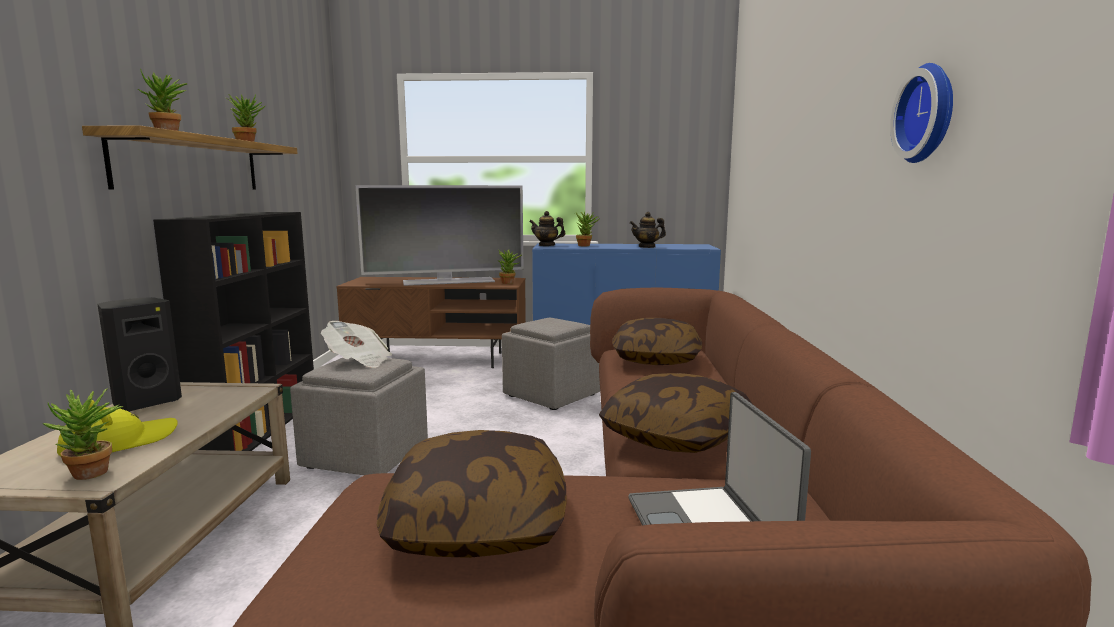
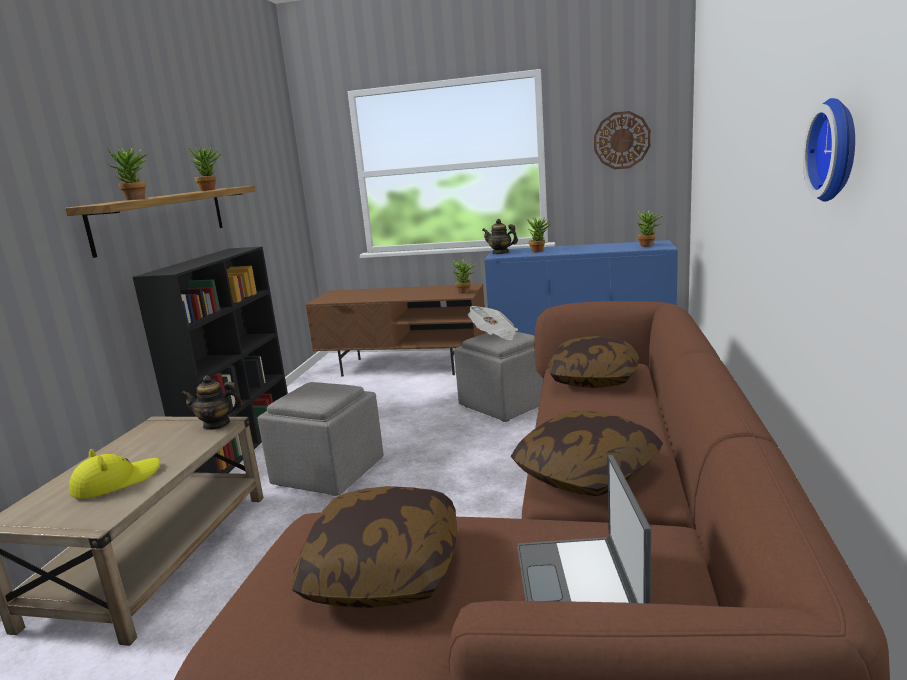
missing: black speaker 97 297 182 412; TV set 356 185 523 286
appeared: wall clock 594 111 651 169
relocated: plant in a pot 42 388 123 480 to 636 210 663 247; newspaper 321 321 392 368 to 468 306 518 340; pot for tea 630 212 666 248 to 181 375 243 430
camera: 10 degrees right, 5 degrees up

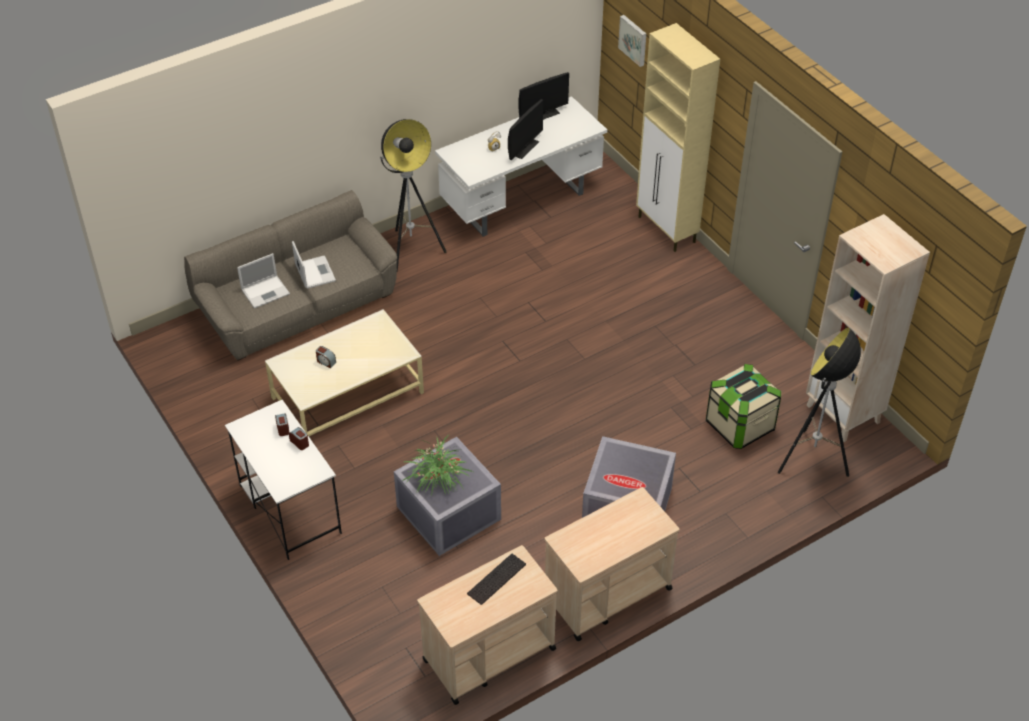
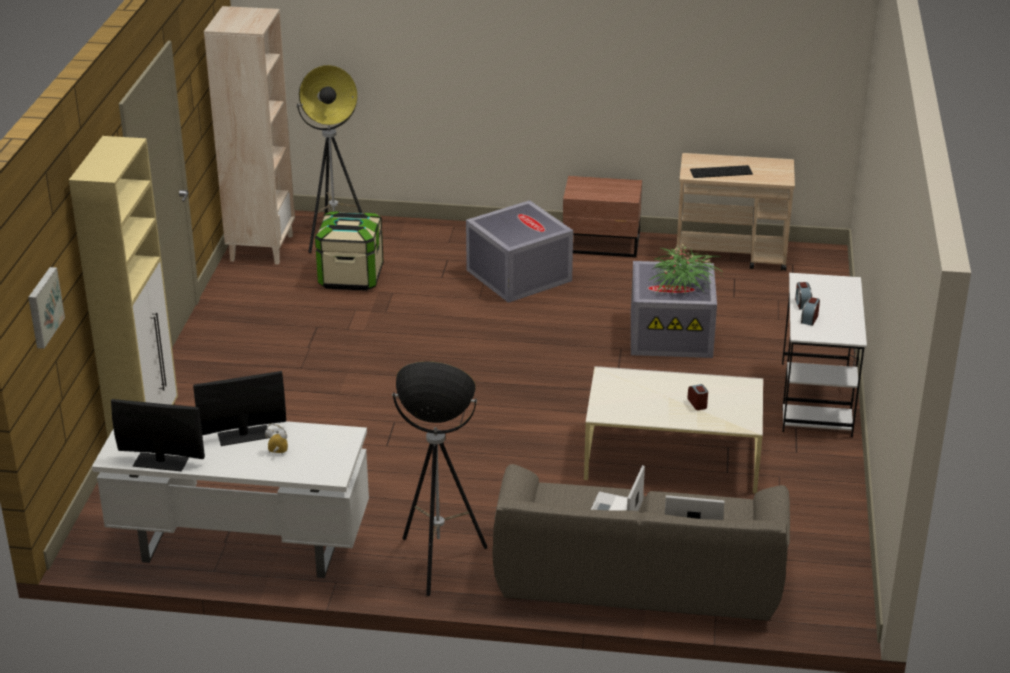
exchanged: beige cart 544 487 679 641 to brown nightstand 563 176 642 257
camera: 140 degrees left, 15 degrees down

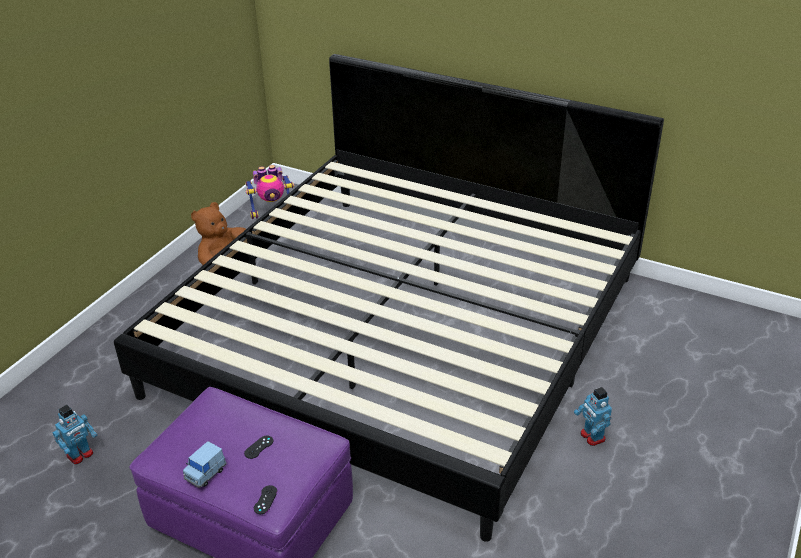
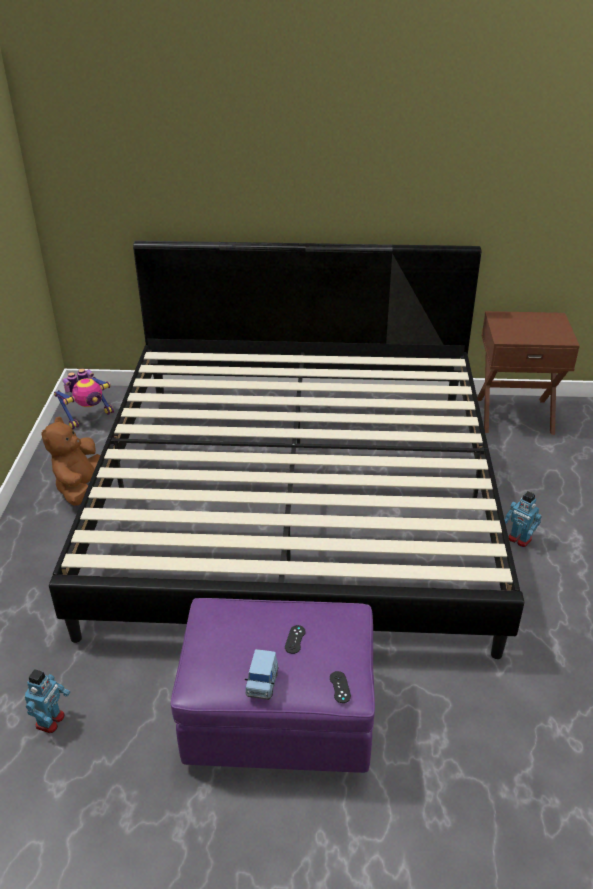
appeared: brown nightstand 477 311 580 435
camera: 25 degrees left, 0 degrees up

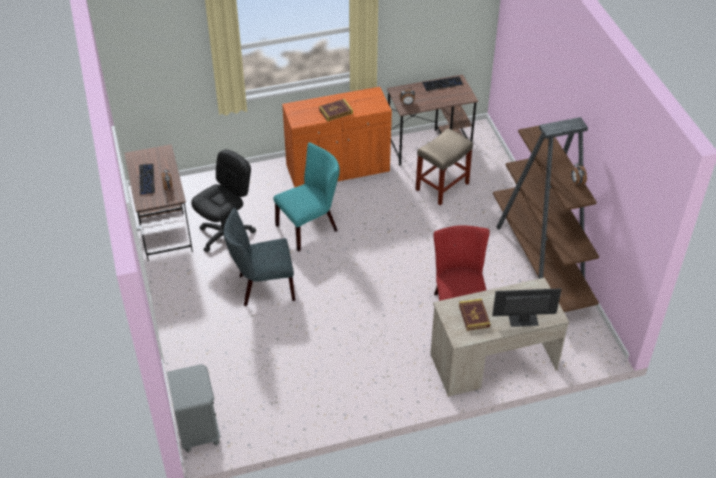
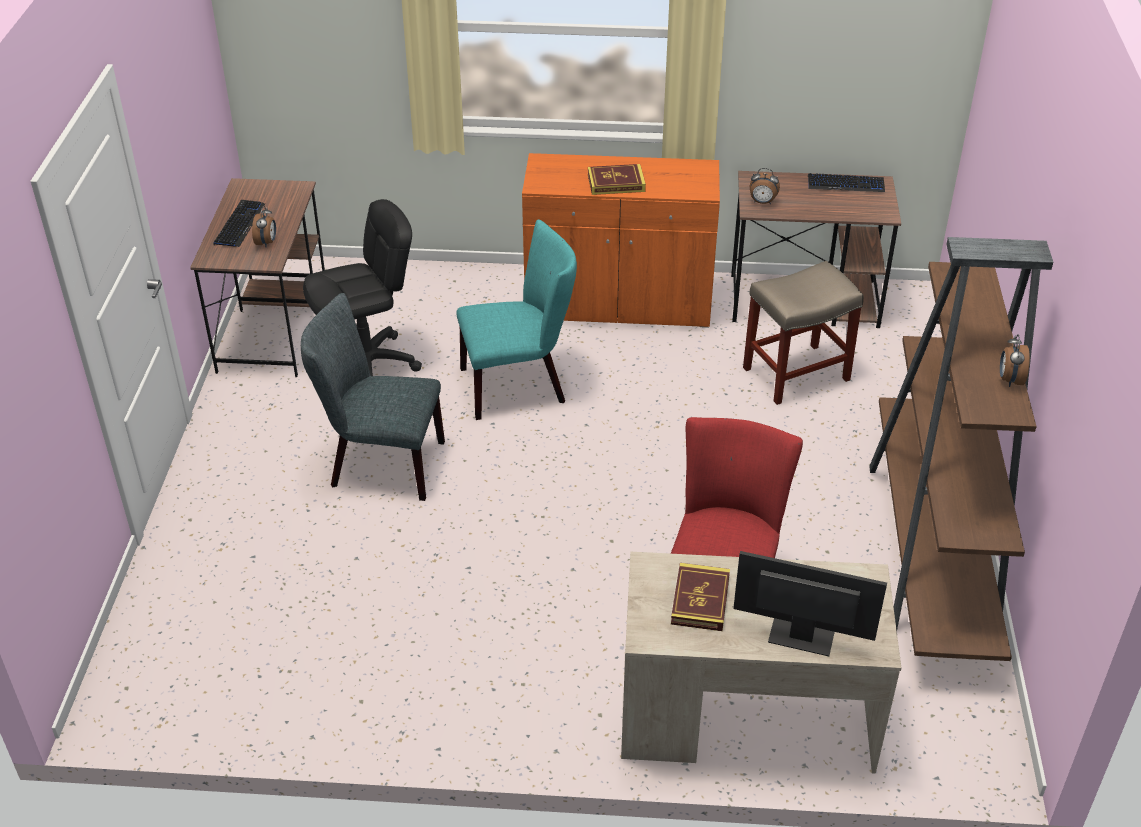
missing: gray nightstand 167 364 220 453
camera: 20 degrees right, 5 degrees down

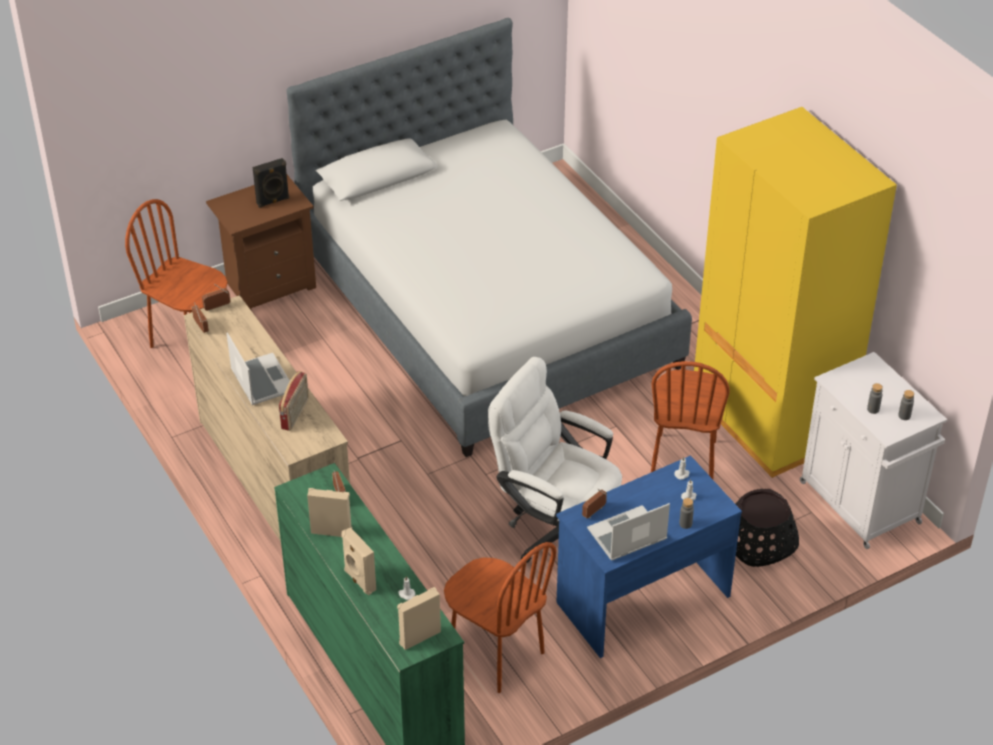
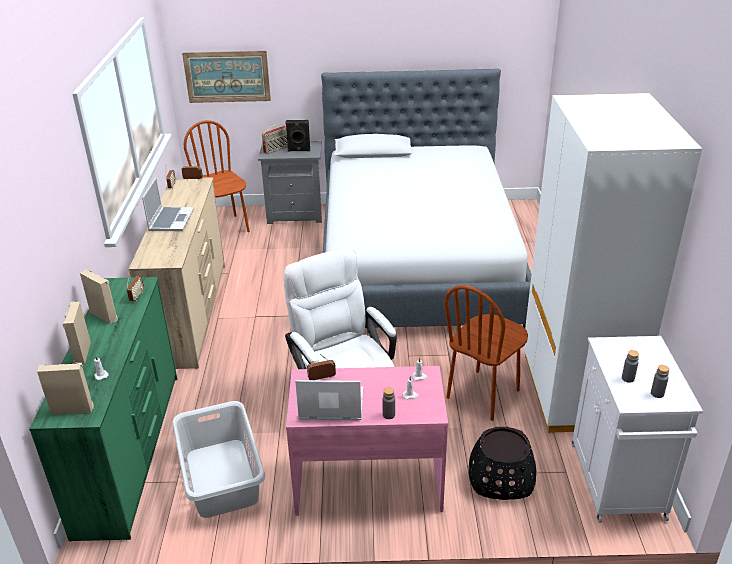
appeared: picture 182 50 271 103
relocated: radio set 279 371 309 431 to 262 124 288 154
exchanged: brown upright chair 444 542 556 693 to gray hamper 172 401 265 518
colour: brown nightstand 206 175 316 310 to gray nightstand 258 141 322 224; blue-coloured desk 556 455 742 658 to pink desk 286 366 448 516; yellow-coloured clothes cupboard 694 107 897 478 to white-coloured clothes cupboard 523 93 702 433
camera: 30 degrees right, 10 degrees down

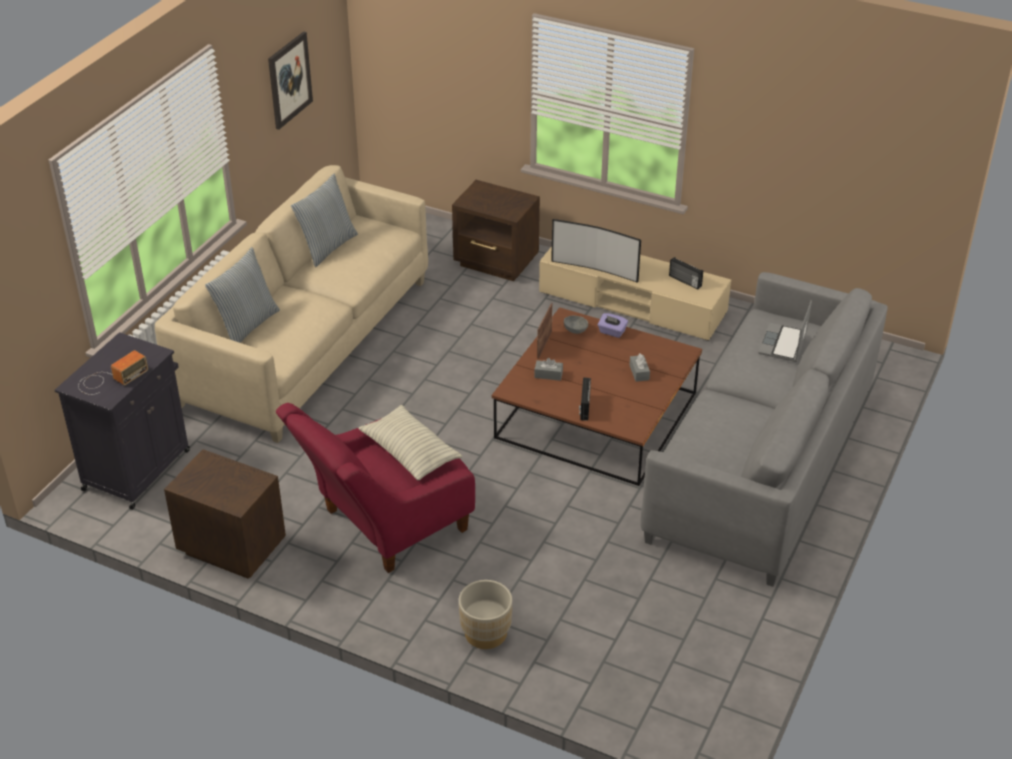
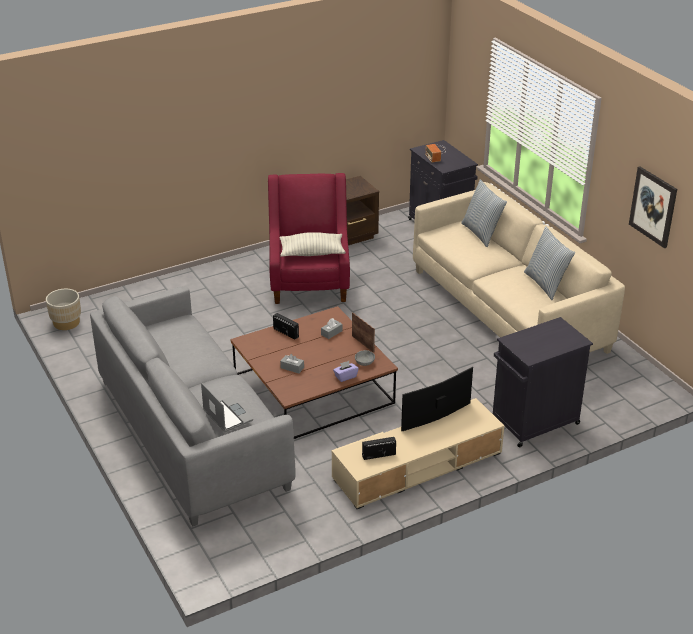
relocated: beige flower pot 459 580 512 649 to 46 289 81 330
exchanged: brown nightstand 452 180 540 281 to black cupboard 493 317 593 447
camera: 125 degrees right, 5 degrees down

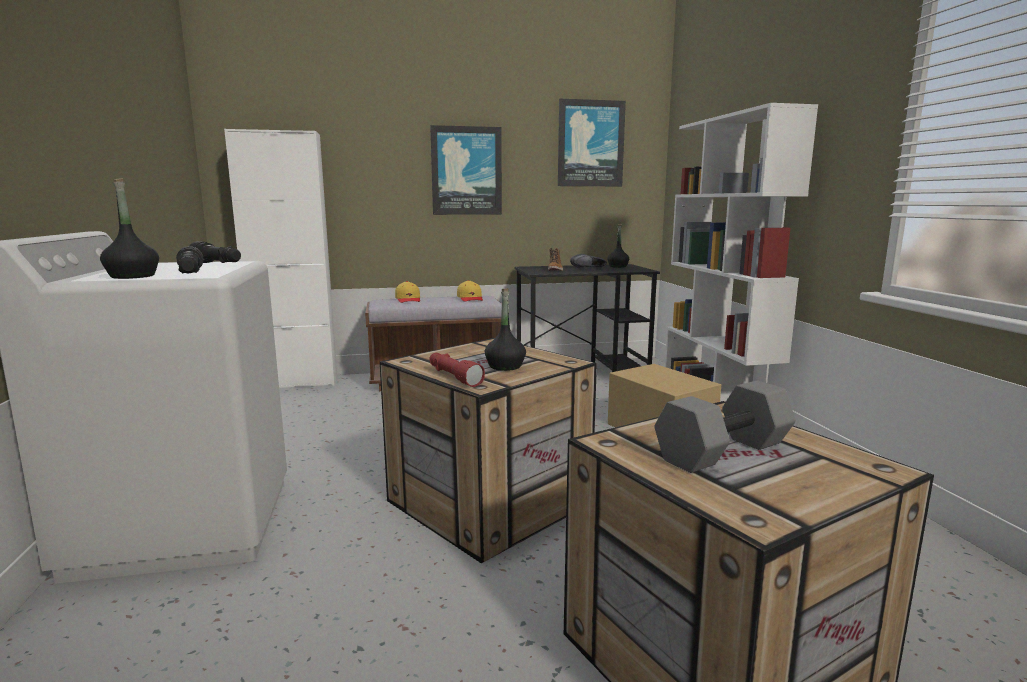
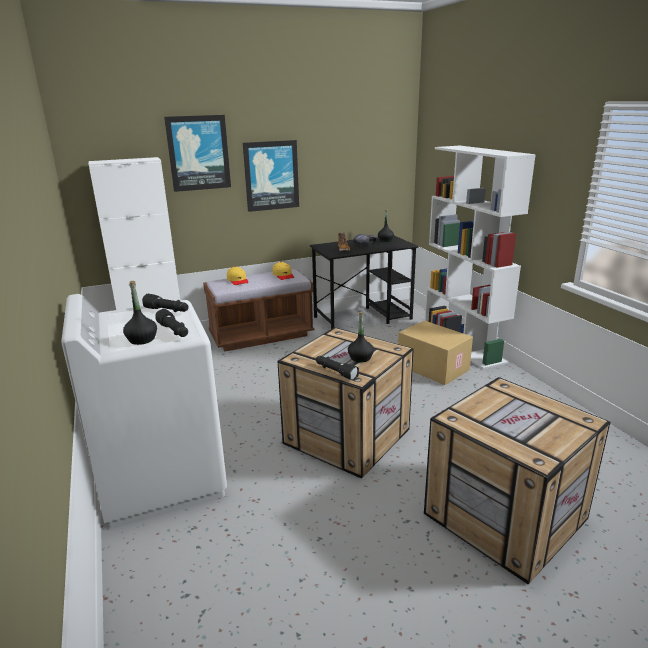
missing: gray dumbbell 654 380 796 473
relocated: picture 558 99 626 186 to 164 115 231 192
colour: reddish torch 429 353 485 387 to black torch 316 356 359 381
camera: 10 degrees left, 10 degrees up

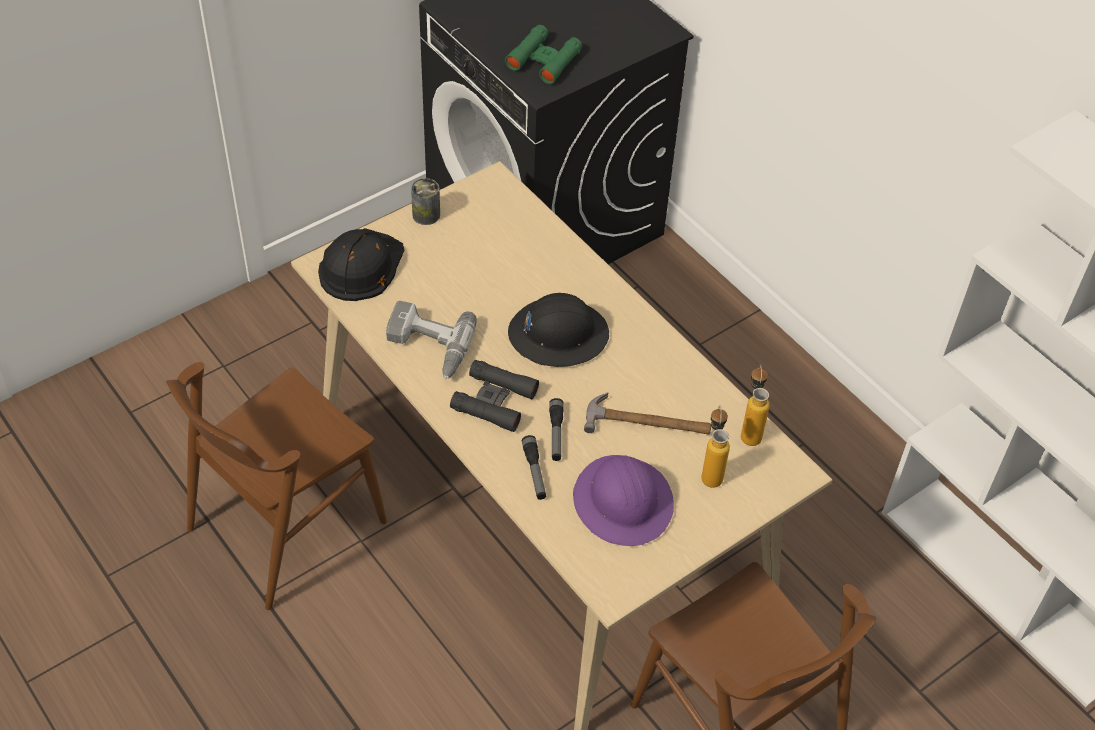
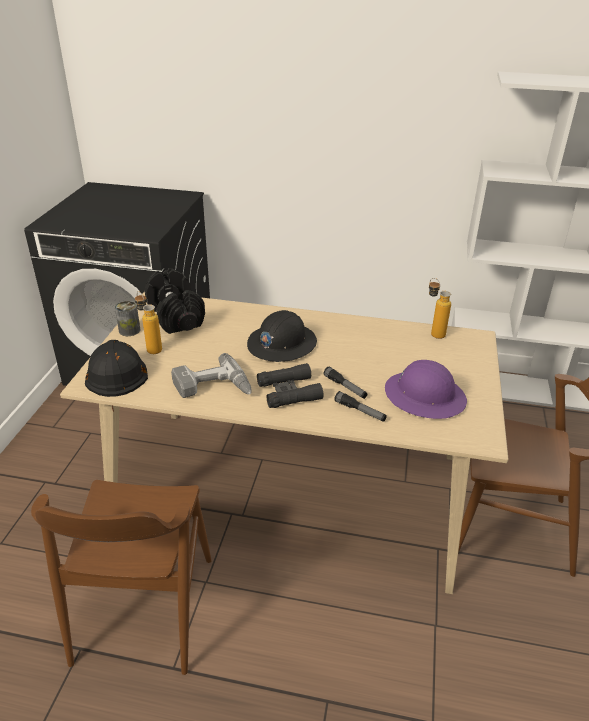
missing: green binoculars 505 25 582 84; hand hammer 584 393 711 434
appeared: black dumbbell 145 268 205 334
relocated: drink bottle 701 405 730 488 to 135 291 162 354
camera: 40 degrees left, 15 degrees down

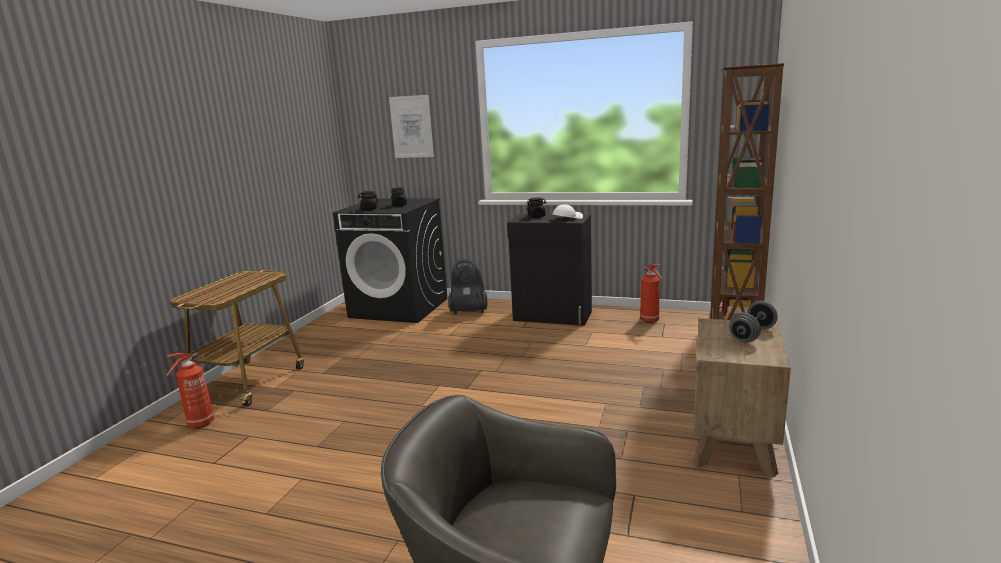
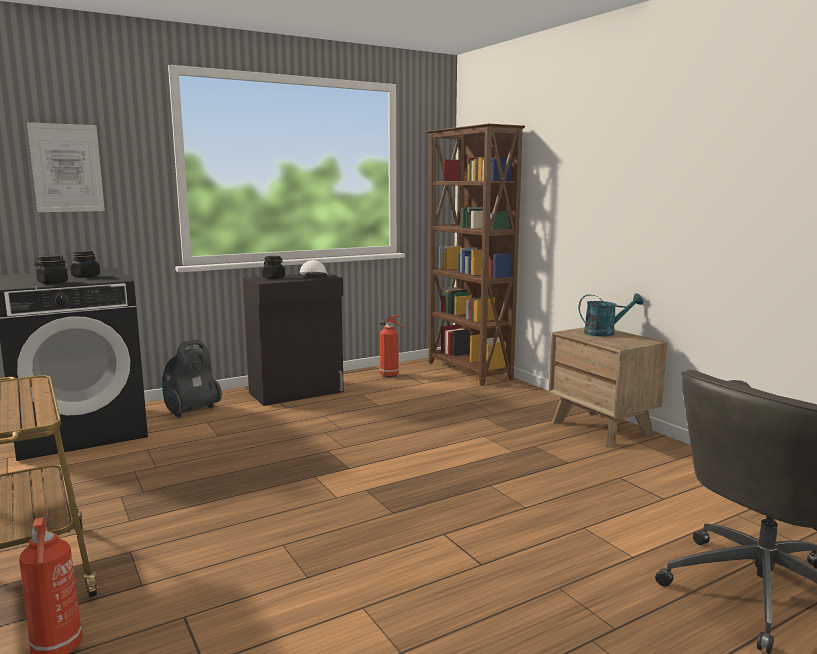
exchanged: gray dumbbell 729 301 778 343 to turquoise-coloured watering pot 578 293 643 337
camera: 50 degrees left, 5 degrees down

